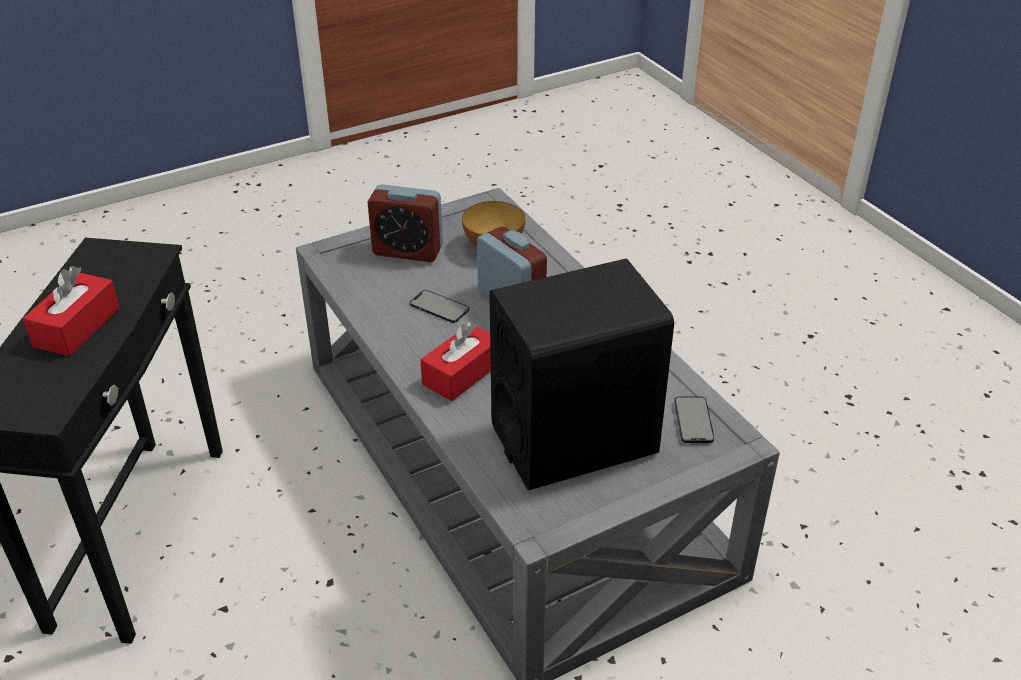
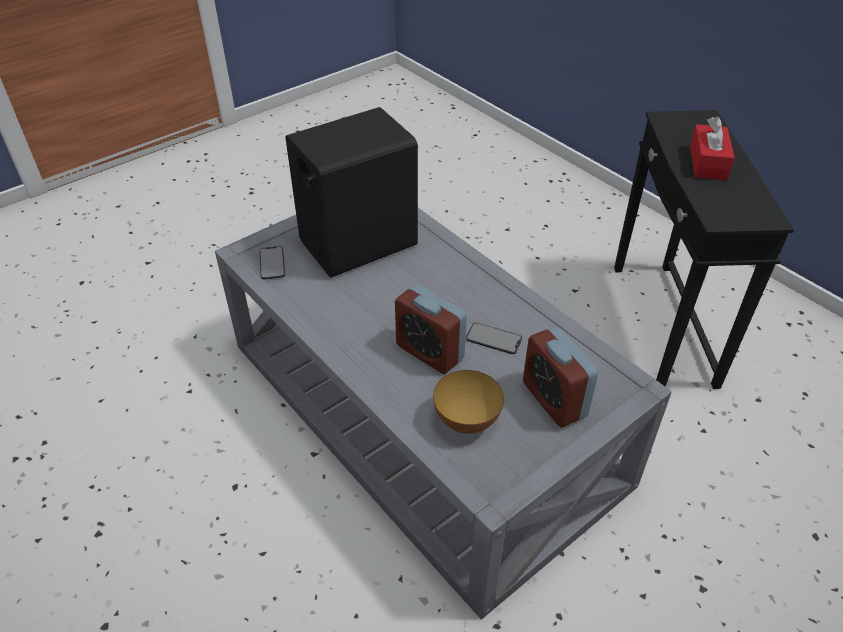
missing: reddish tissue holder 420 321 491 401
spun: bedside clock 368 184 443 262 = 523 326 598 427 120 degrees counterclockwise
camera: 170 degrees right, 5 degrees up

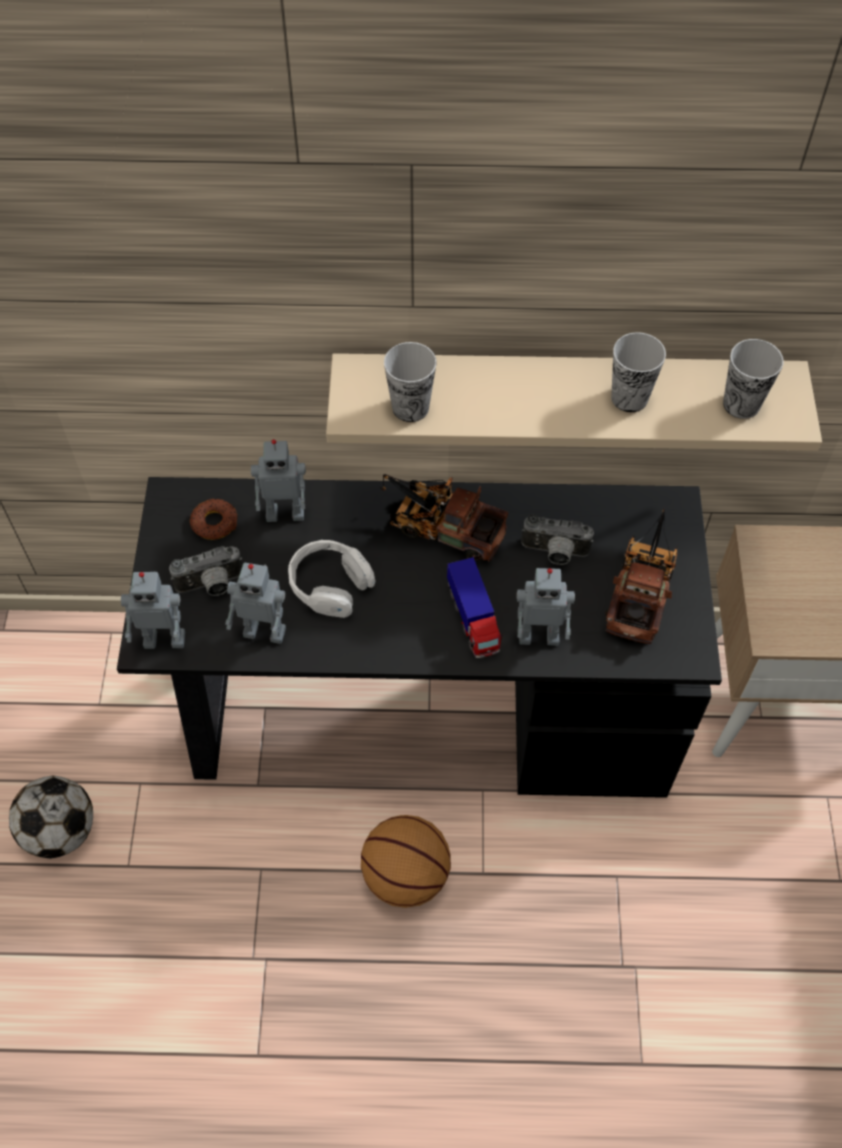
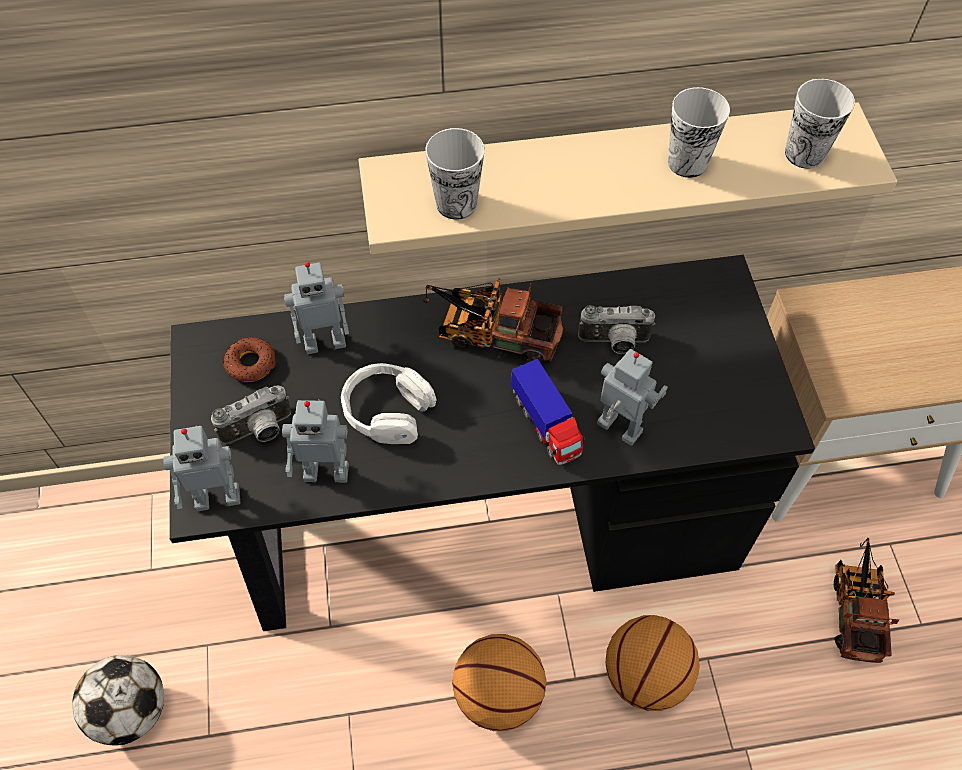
appeared: basketball 606 615 700 711
relocated: toy lorry 605 507 678 644 to 834 538 899 663
spun: model robot 516 568 575 646 = 597 349 668 446 135 degrees counterclockwise
camera: 10 degrees left, 0 degrees up

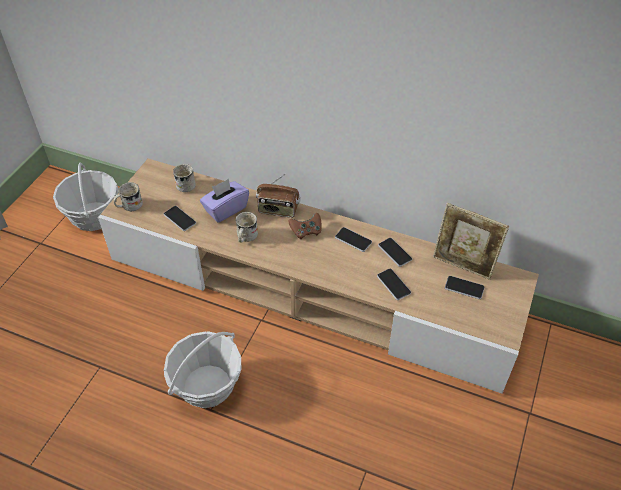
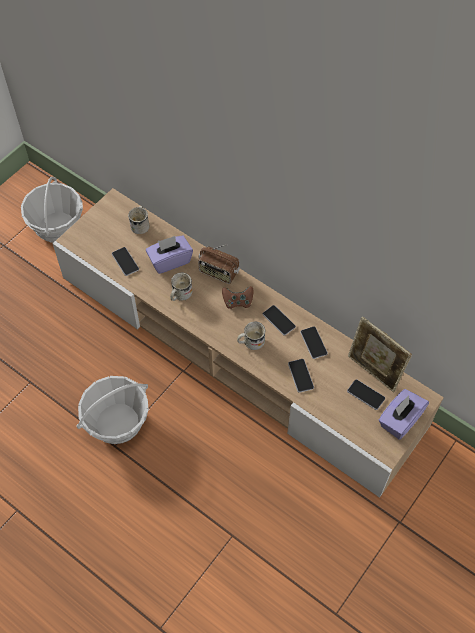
appeared: purple-coloured tissue holder 378 389 429 440
relocated: white-coloured coffee mug 114 182 143 212 to 237 322 265 350
camera: 15 degrees right, 10 degrees up

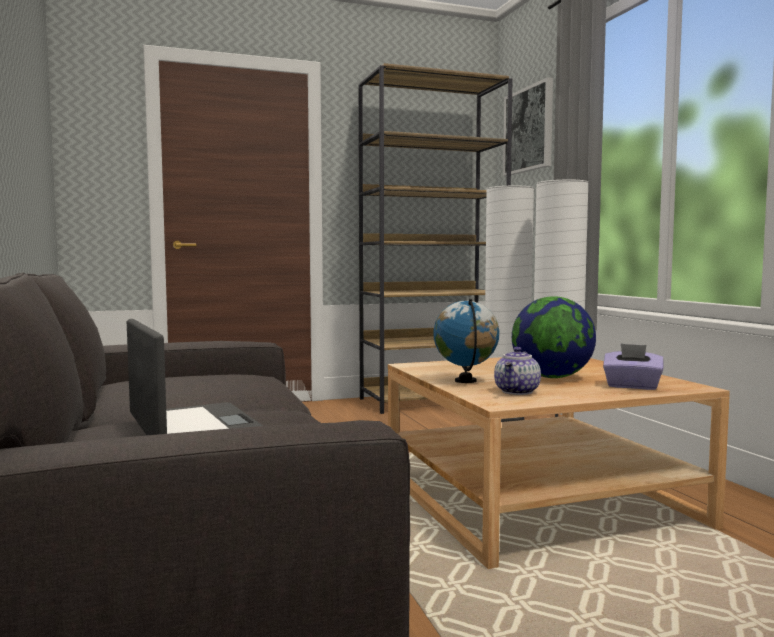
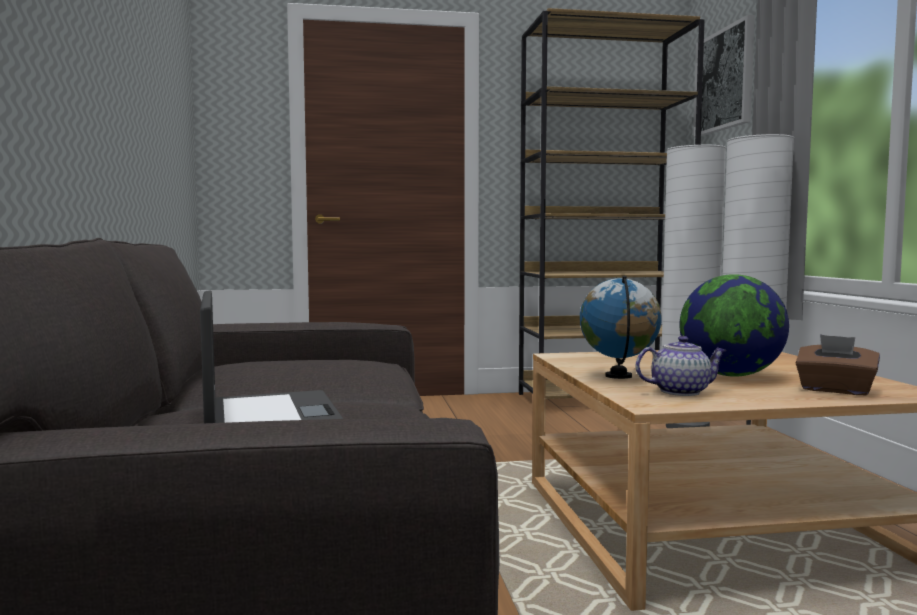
colour: purple-coloured tissue holder 603 343 664 390 to brown tissue holder 796 334 880 395
spun: pot for tea 494 347 541 395 = 636 336 727 396 135 degrees counterclockwise
camera: 10 degrees right, 0 degrees up

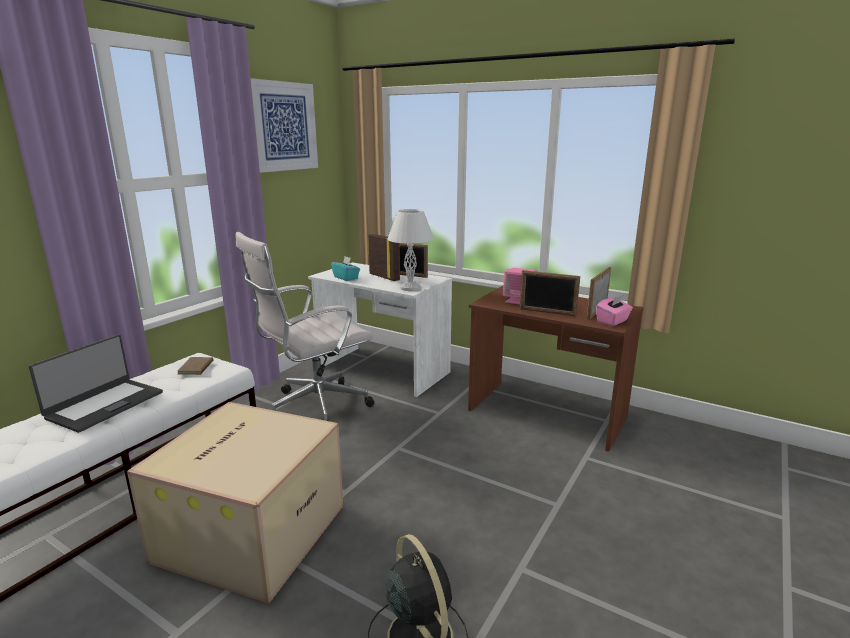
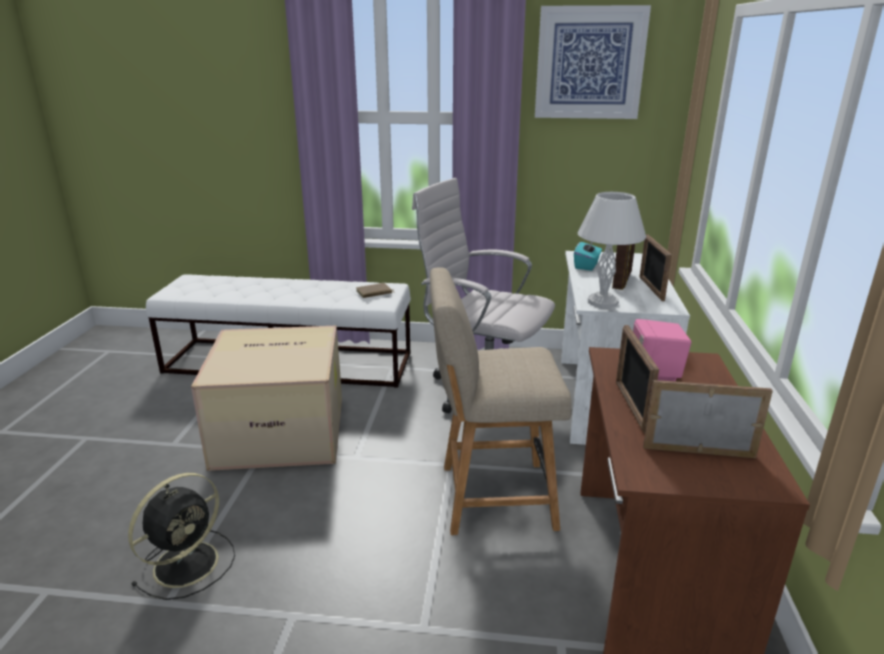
missing: notebook computer 29 334 163 433; pink tissue holder 596 295 633 326
appeared: beige upright chair 430 267 571 535
camera: 65 degrees right, 5 degrees up

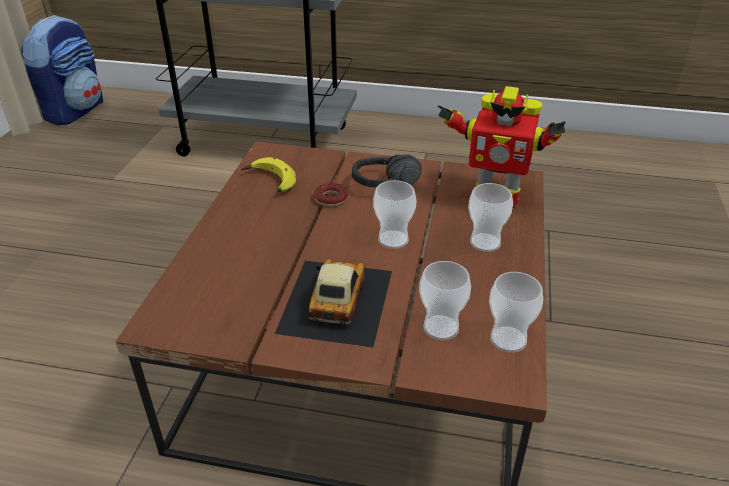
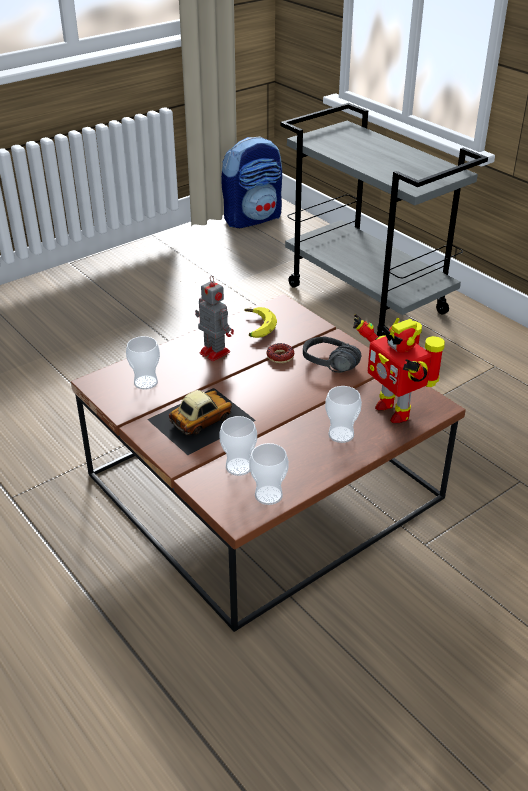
appeared: model robot 195 275 234 362
relocated: drinking cup 373 180 416 249 to 126 336 160 390
camera: 40 degrees right, 0 degrees up

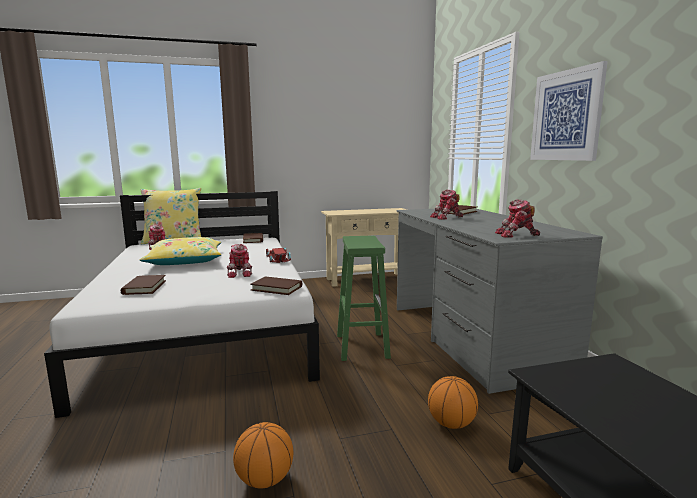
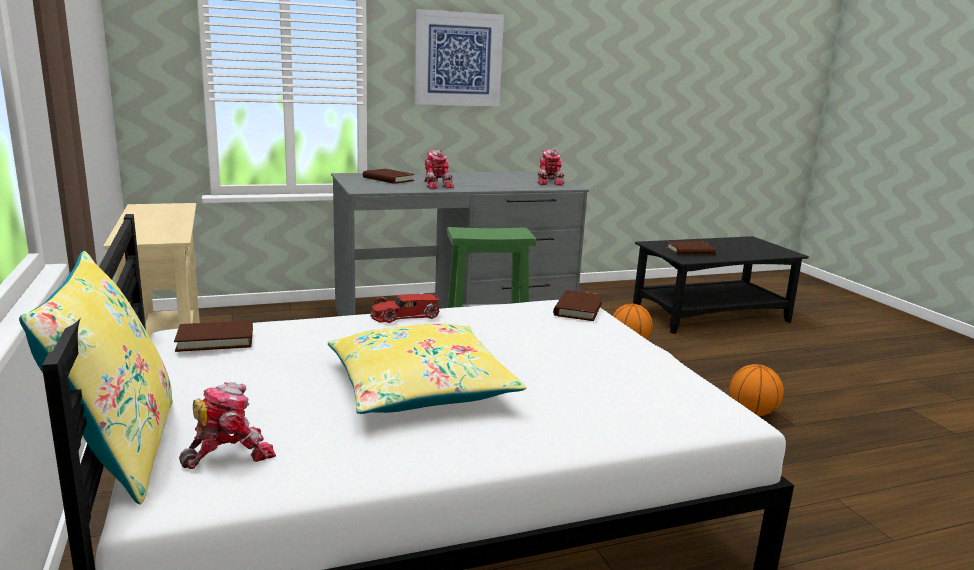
missing: model robot 227 244 252 278
relocated: brown volume 121 275 166 295 to 666 242 716 255
camera: 95 degrees left, 5 degrees up

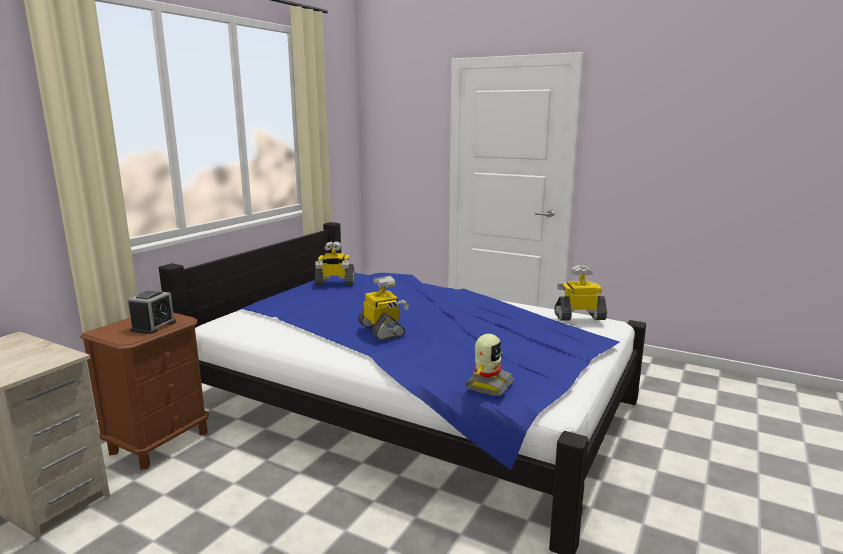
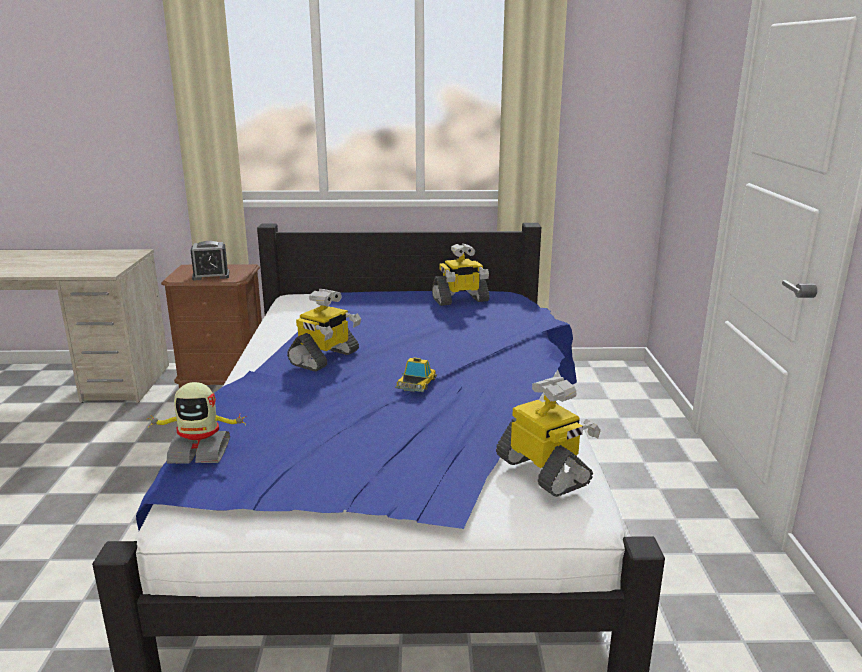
appeared: toy car 395 358 437 392
spun: model robot 315 241 355 286 = 432 243 489 306 75 degrees counterclockwise
camera: 60 degrees right, 5 degrees up

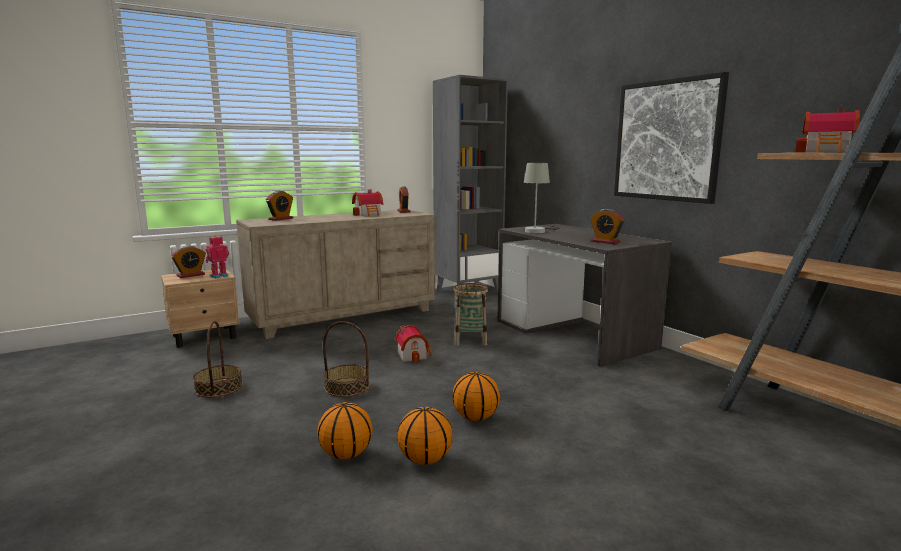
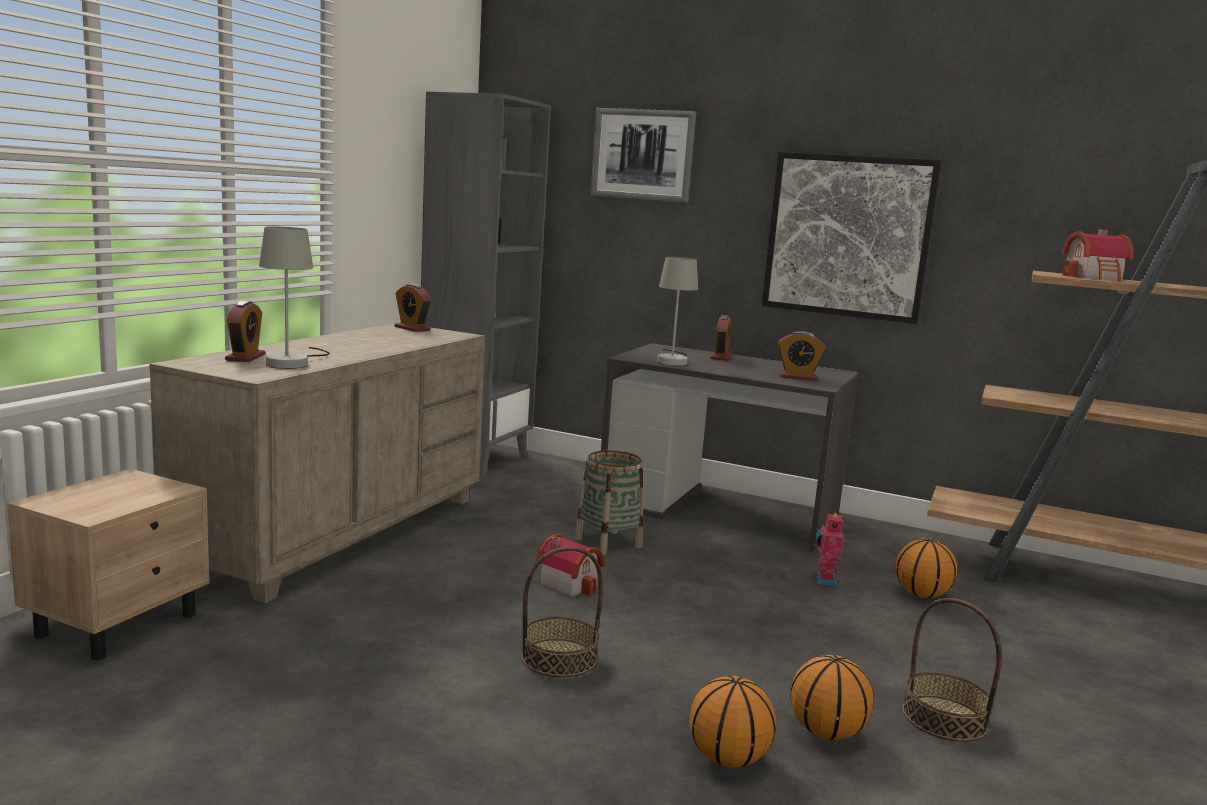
missing: model house 352 190 383 217
appeared: gray lamp for a table 259 226 330 369; picture 590 108 696 203
relocated: bedside clock 171 246 205 278 to 710 315 732 361; household basket 193 321 243 398 to 902 598 1001 742; model robot 206 235 229 278 to 816 512 844 586; basketball 453 372 500 421 to 895 538 958 598
camera: 35 degrees left, 0 degrees up

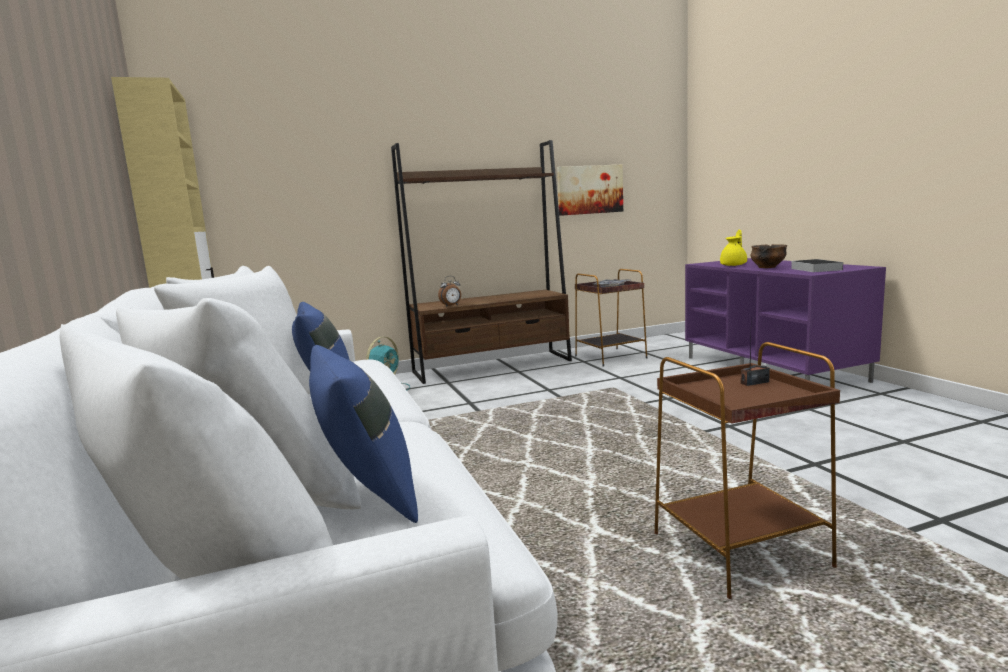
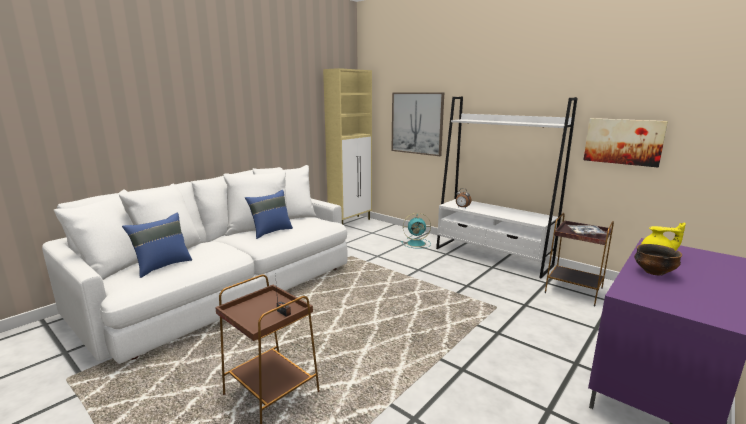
missing: volume 790 259 843 272
appeared: picture 392 93 444 156
colour: brown shelving unit 391 140 572 384 to white-coloured shelving unit 436 96 577 279
camera: 60 degrees right, 5 degrees up

